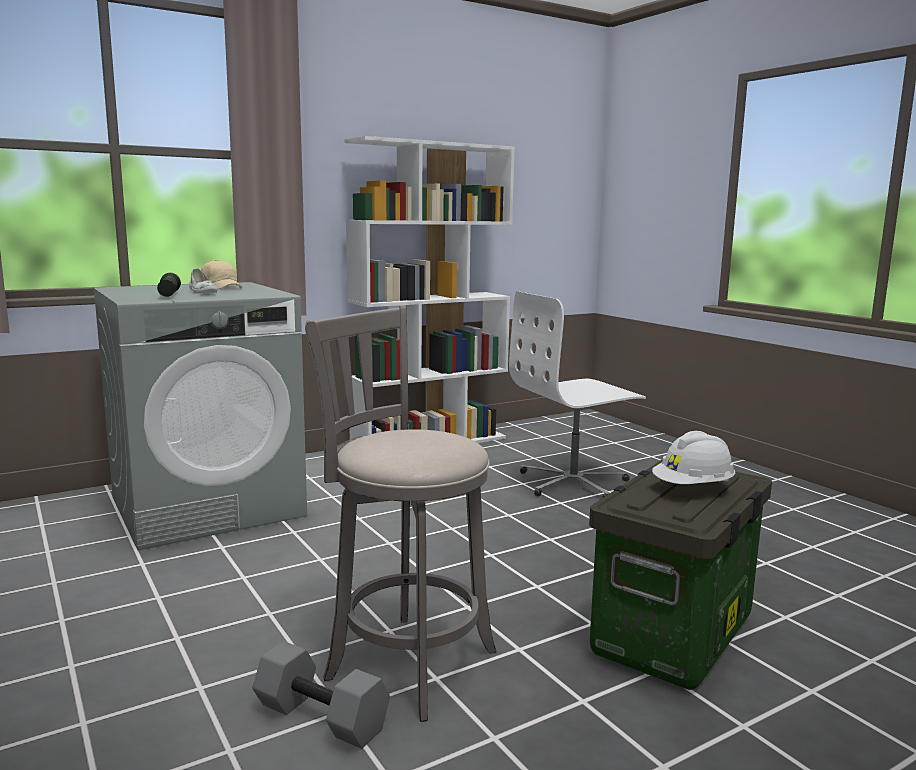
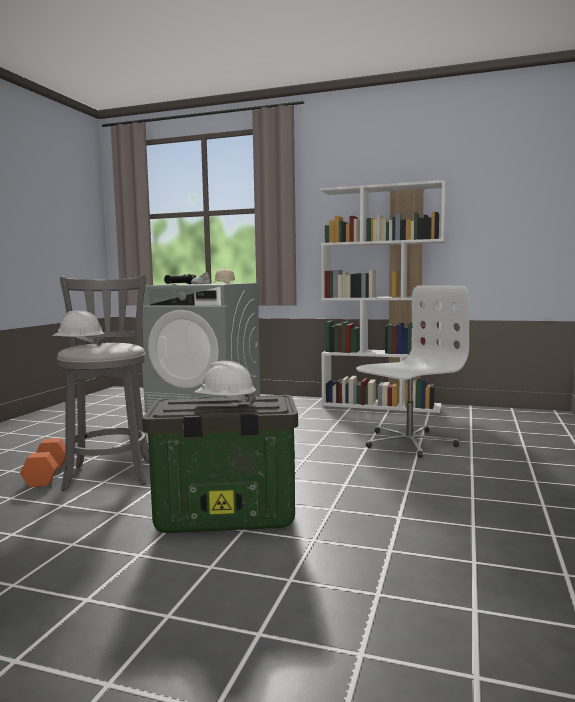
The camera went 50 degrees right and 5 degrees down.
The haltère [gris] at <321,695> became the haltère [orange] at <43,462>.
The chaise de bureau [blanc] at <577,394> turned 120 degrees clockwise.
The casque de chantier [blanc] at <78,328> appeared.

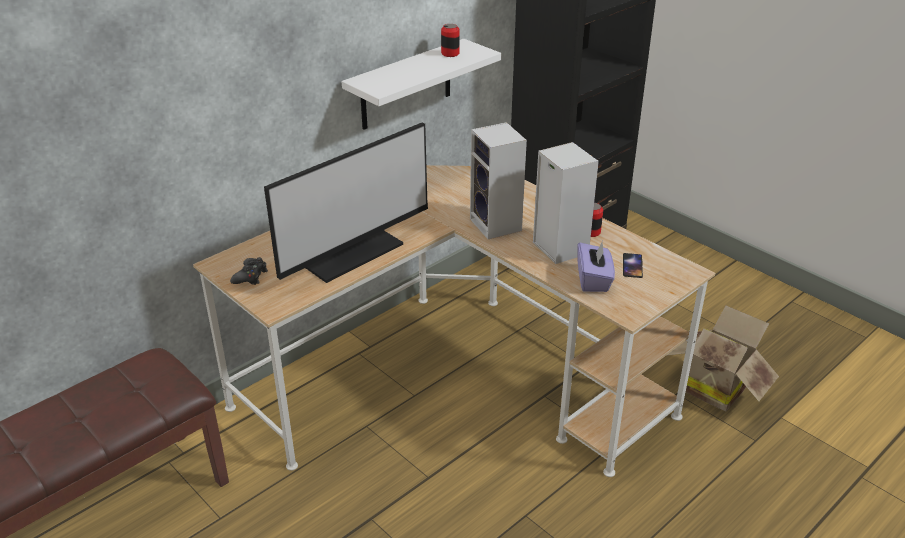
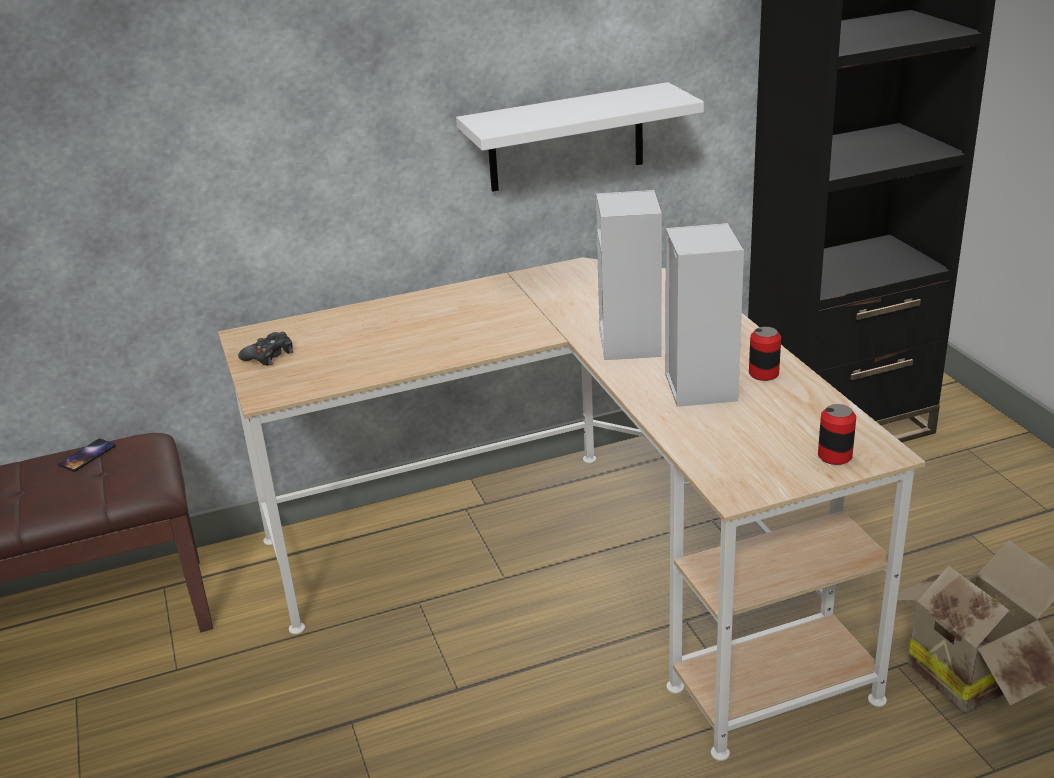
The camera went 25 degrees right and 5 degrees down.
The écran d'ordinateur at <346,202> disappeared.
The boîte métallique moved from <450,40> to <837,434>.
The boîte à mouchoirs [violet] at <596,266> disappeared.
The téléphone moved from <633,265> to <87,455>.

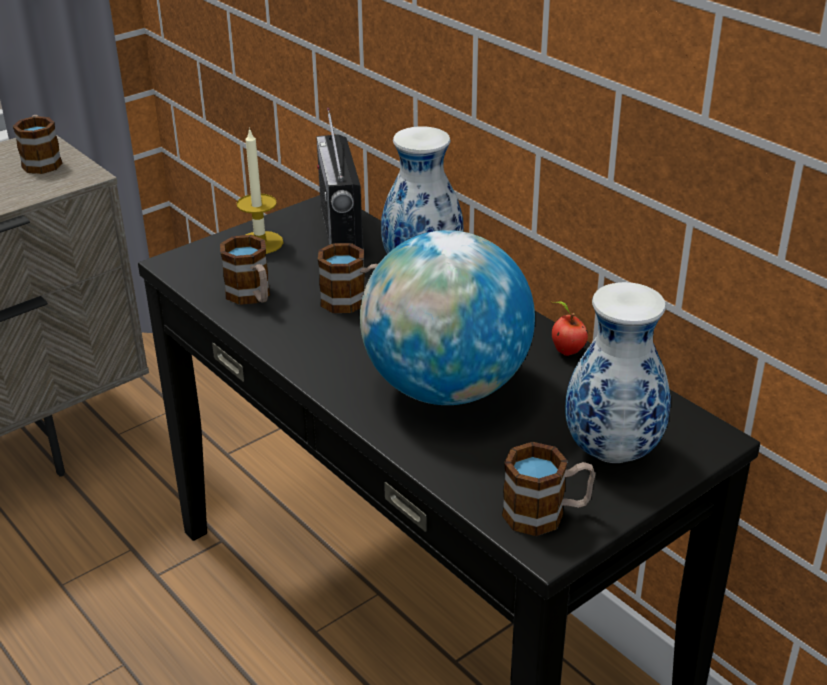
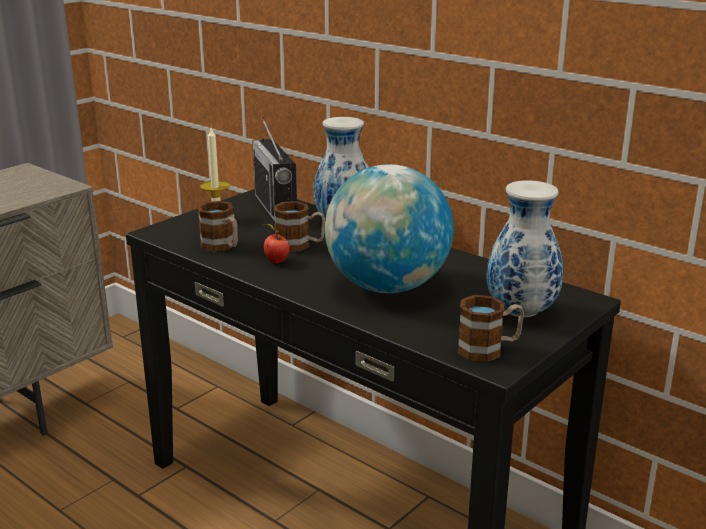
The camera went 10 degrees left and 10 degrees down.
The mug at <37,144> disappeared.
The pomme moved from <570,329> to <275,244>.

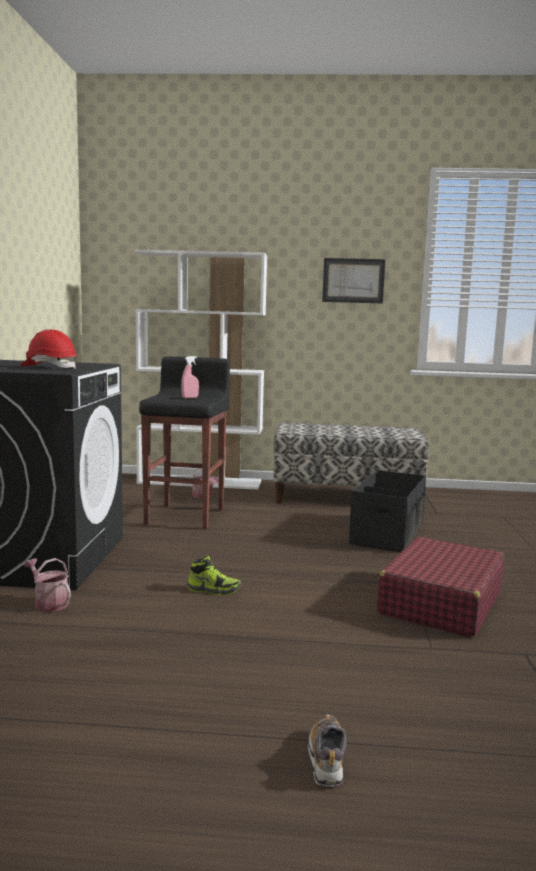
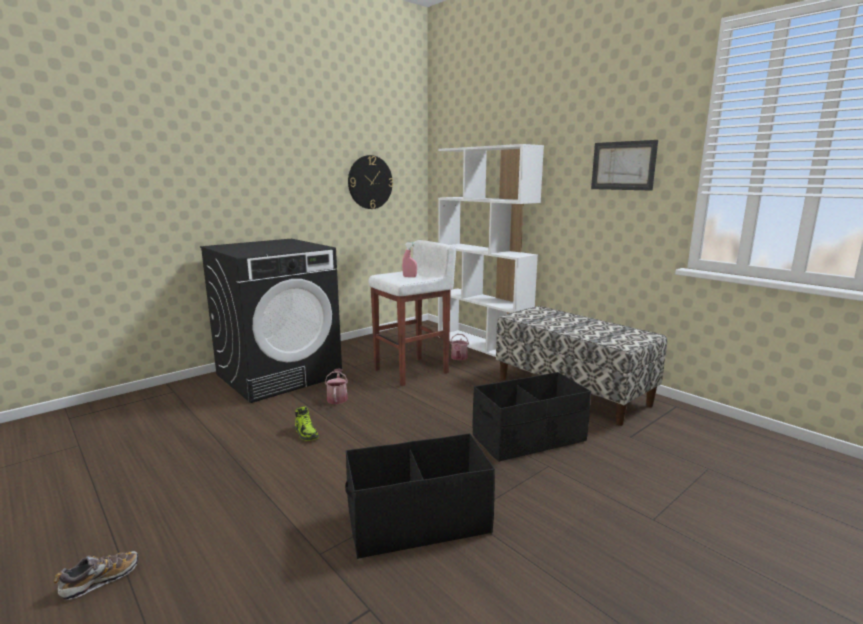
The camera went 45 degrees right and 5 degrees up.
The casque de chantier [rouge] at <49,349> disappeared.
The arrosoir moved from <47,585> to <336,386>.
The tabouret [noir] at <184,443> became the tabouret [blanc] at <412,313>.
The valise [rouge] at <440,587> was replaced by the boîte de rangement [noir] at <420,496>.
The horloge murale at <370,182> appeared.

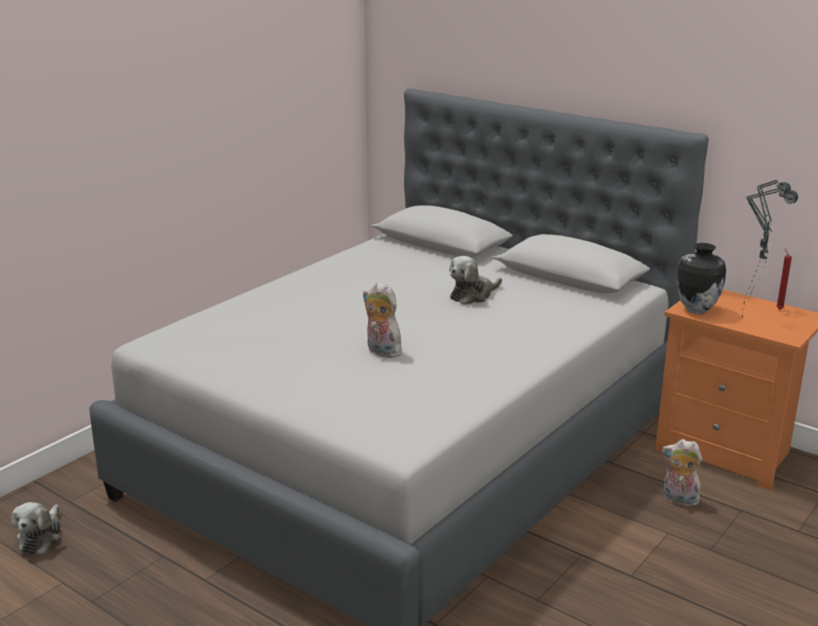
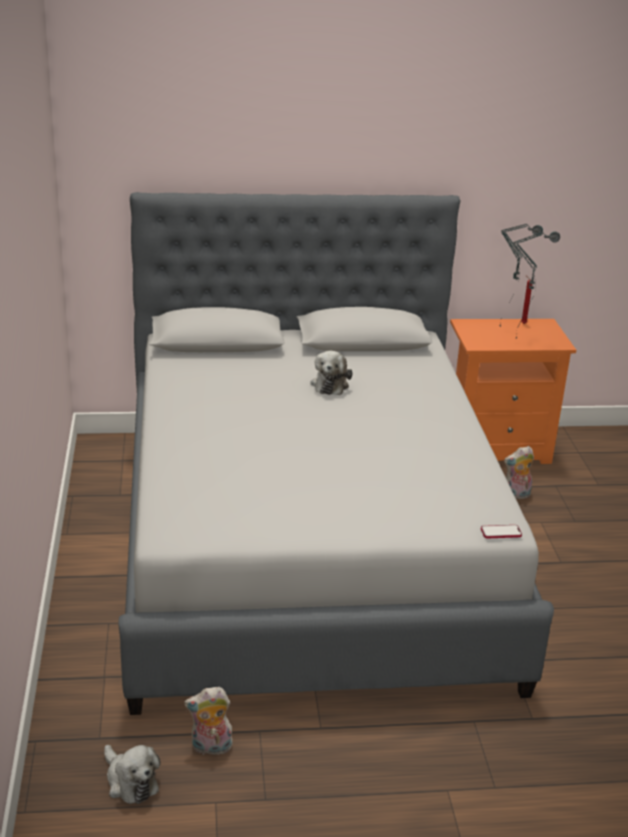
The camera went 45 degrees left and 5 degrees up.
The peluche moved from <383,320> to <208,721>.
The vase at <701,278> disappeared.
The téléphone at <501,532> appeared.

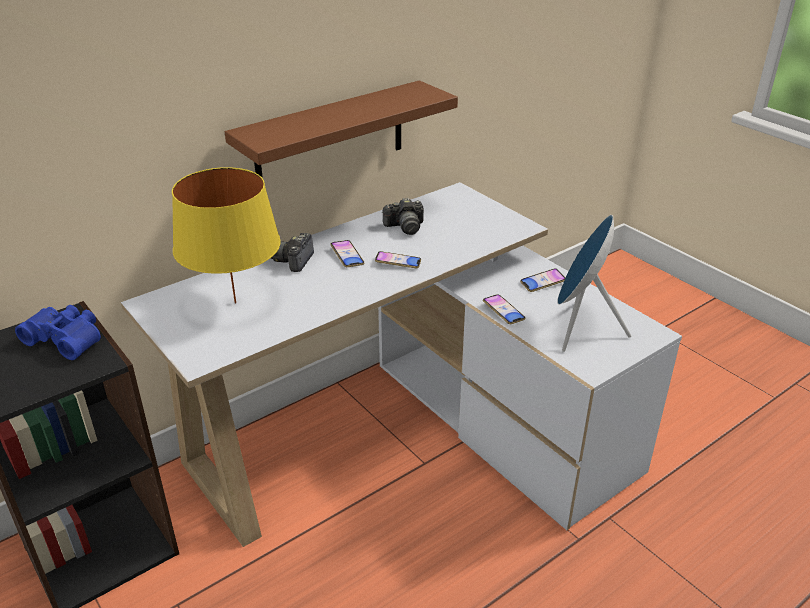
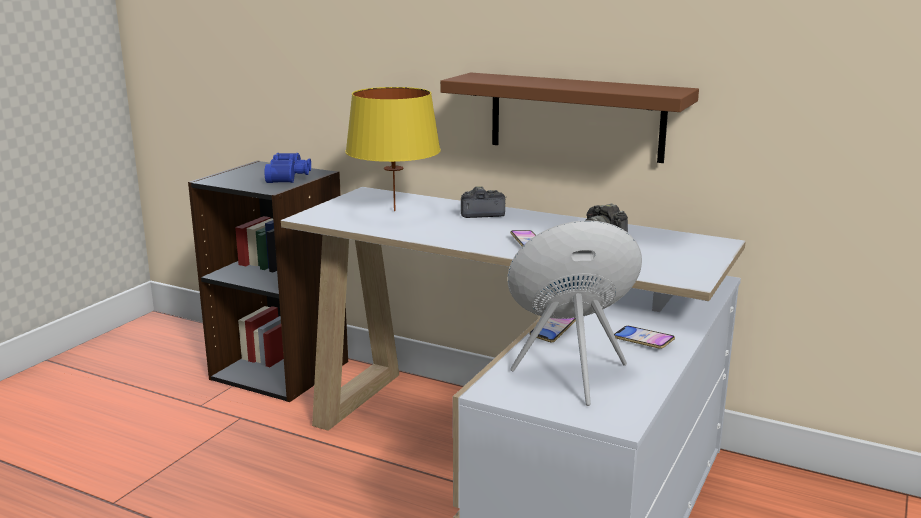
The camera went 65 degrees right and 15 degrees down.
The téléphone at <347,253> disappeared.

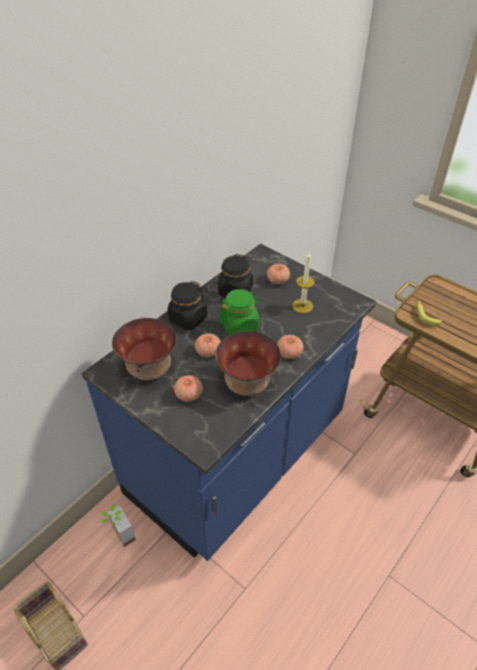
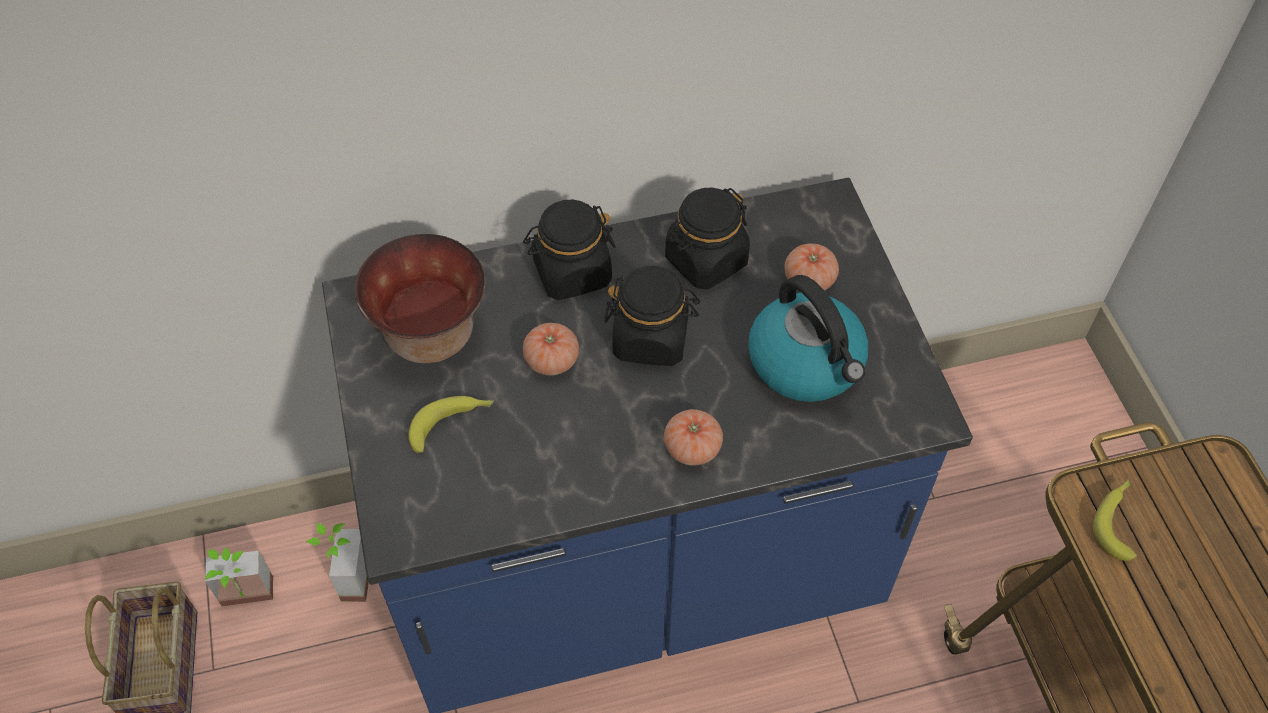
The camera went 35 degrees right and 10 degrees up.
The tomate at <188,388> was replaced by the banane at <451,424>.
The bol at <248,363> disappeared.
The bocal [vert] at <240,312> became the bocal [noir] at <652,316>.
The bougie at <303,282> was replaced by the bouilloire at <808,338>.
The plante en pot at <239,576> appeared.

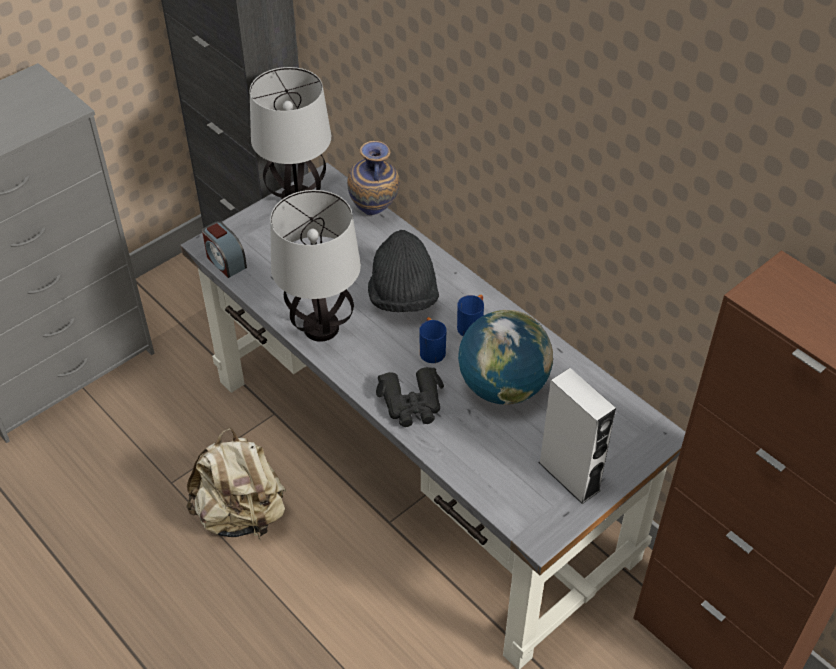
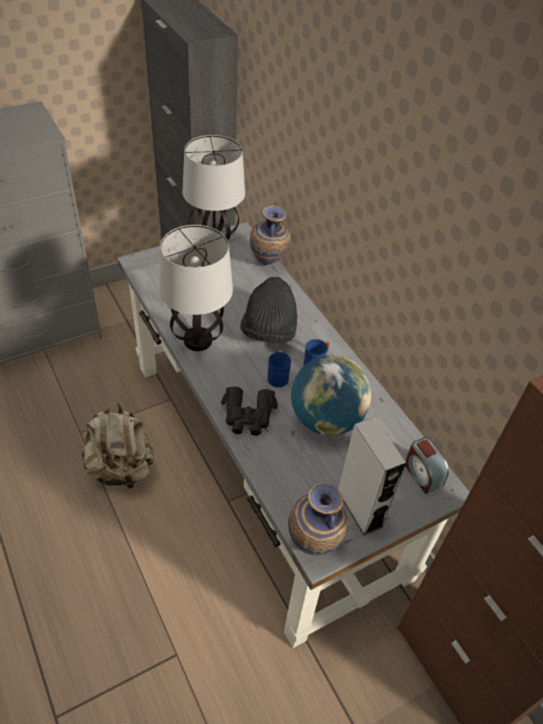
The camera went 10 degrees right and 0 degrees up.
The réveil moved from <224,249> to <427,465>.
The vase at <318,519> appeared.

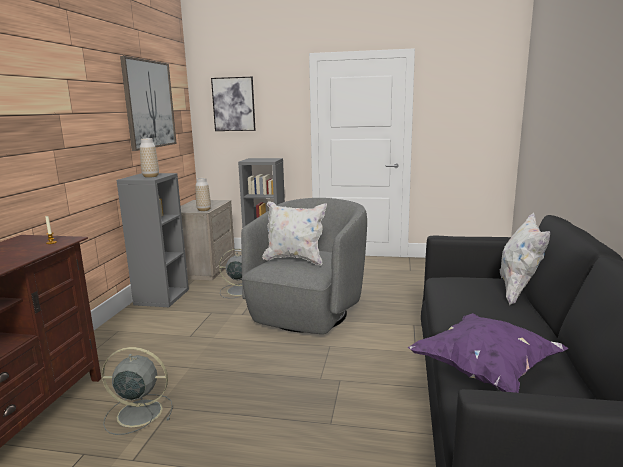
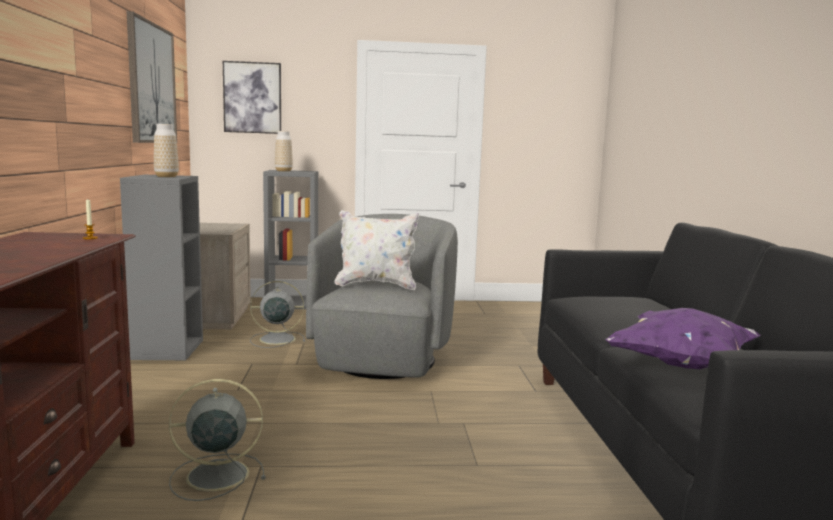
The camera went 15 degrees left and 5 degrees down.
The vase moved from <203,194> to <284,151>.
The coussin [blanc] at <525,259> disappeared.

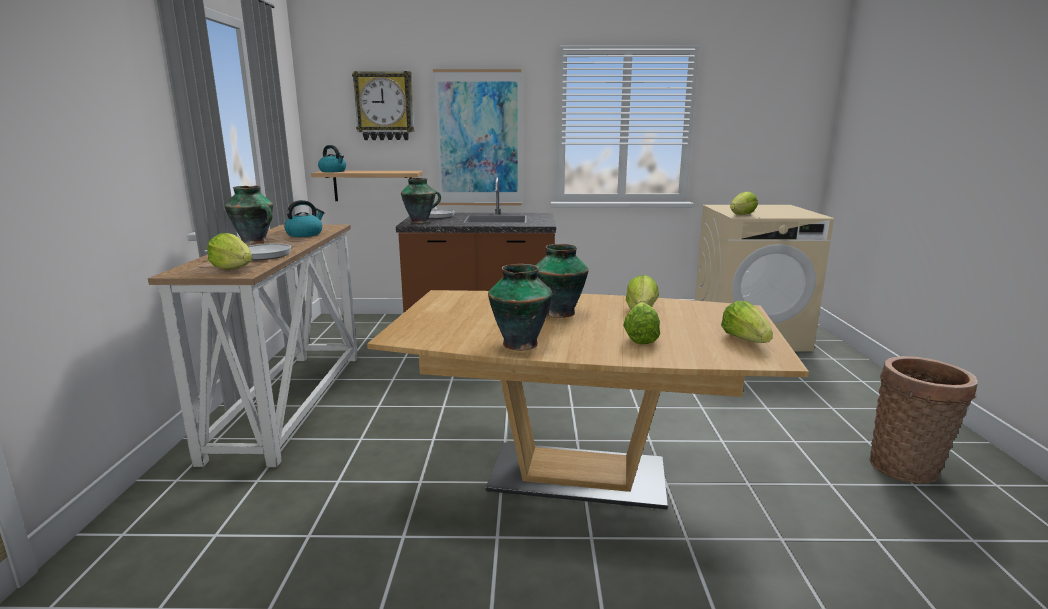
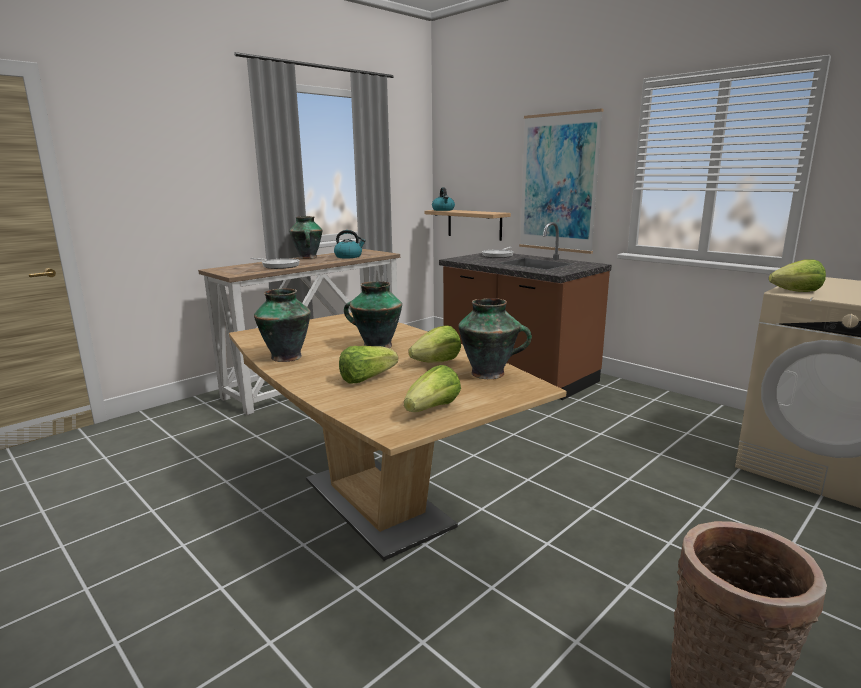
The camera went 45 degrees right and 0 degrees up.
The laitue at <229,251> disappeared.
The horloge murale at <383,105> disappeared.
The vase moved from <421,200> to <495,338>.

